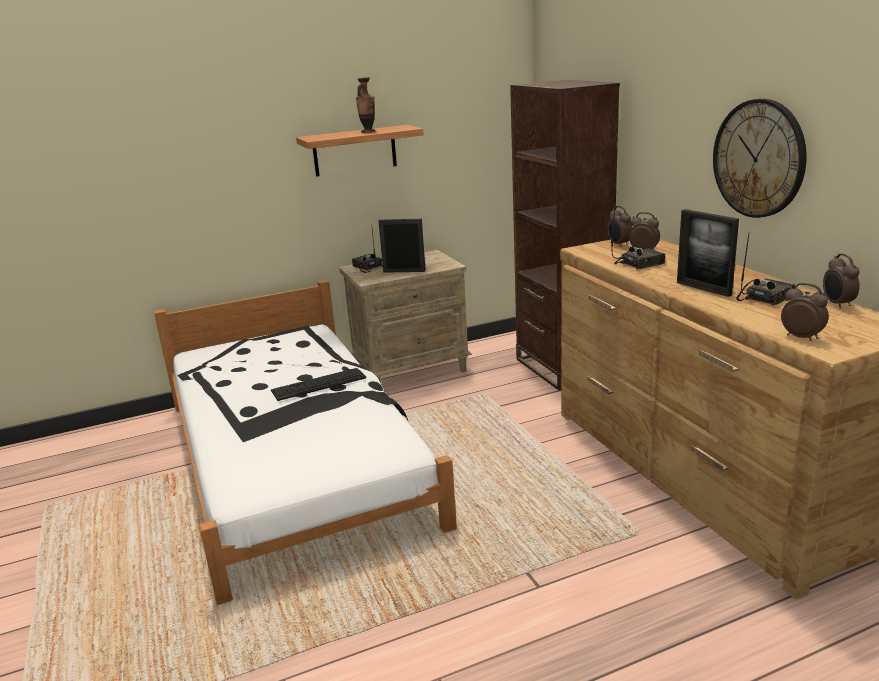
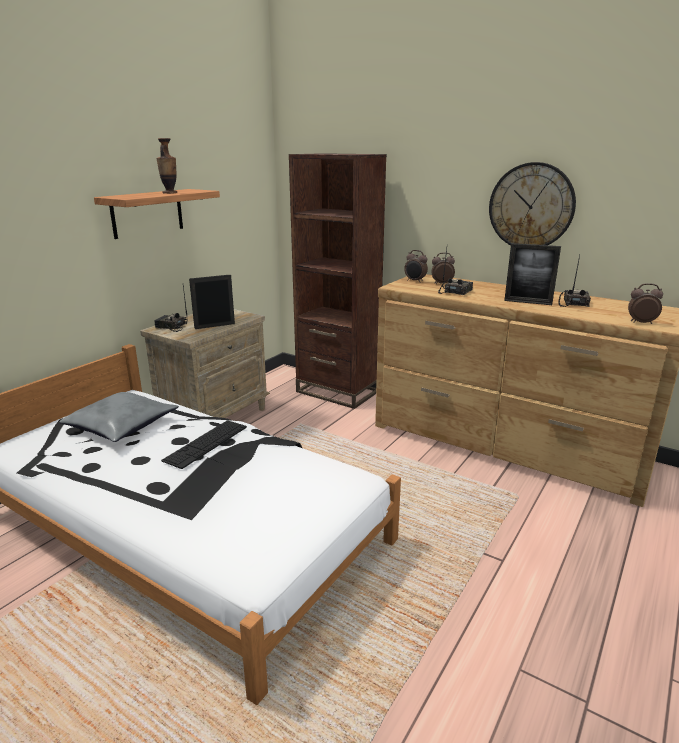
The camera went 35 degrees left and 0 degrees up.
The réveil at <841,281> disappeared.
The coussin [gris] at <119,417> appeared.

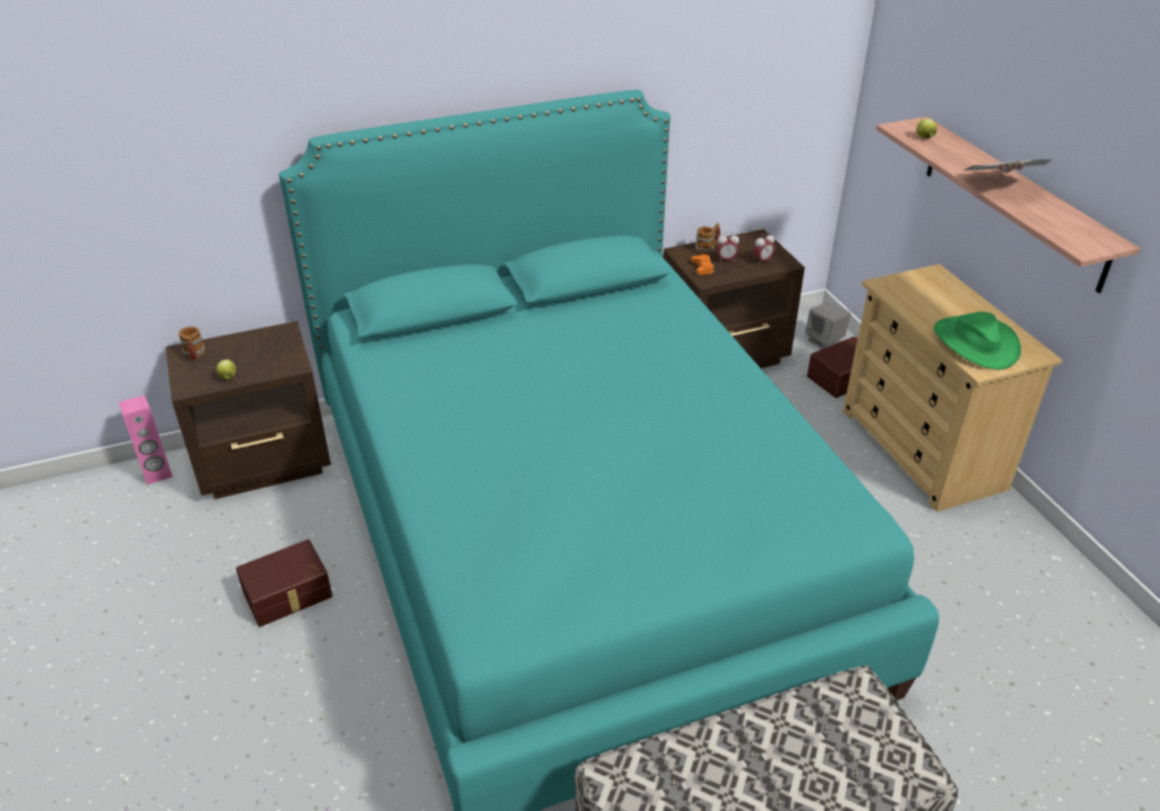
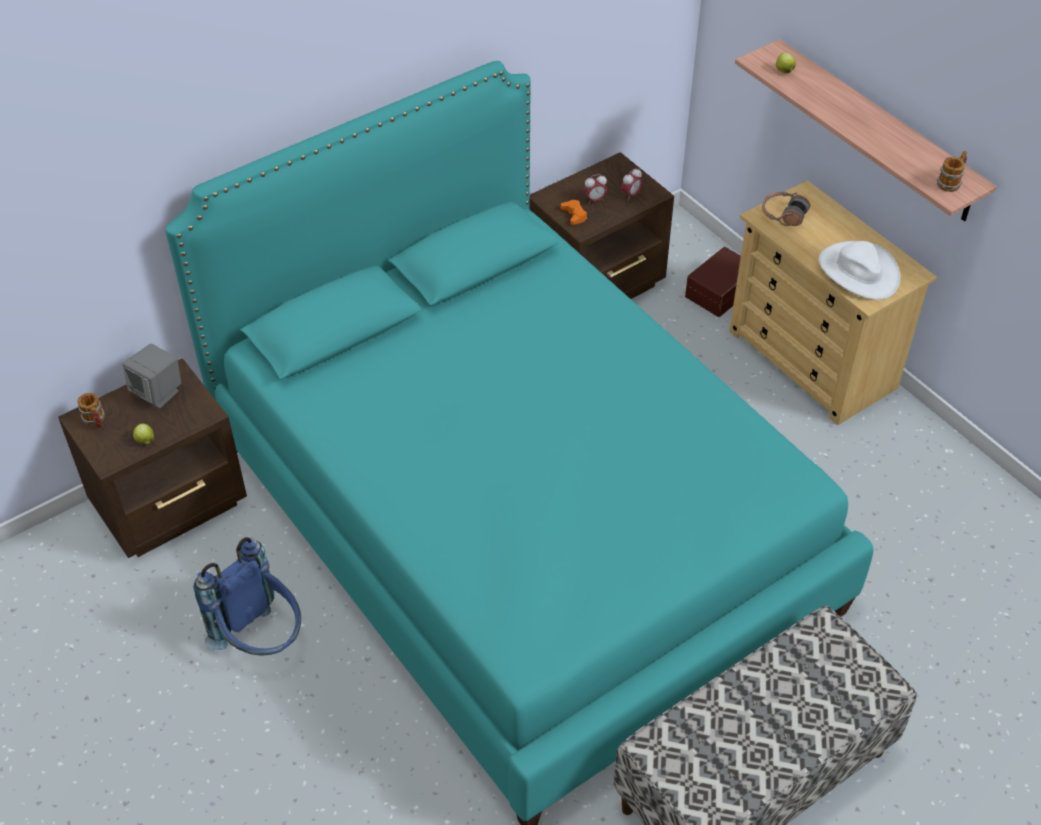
The camera went 15 degrees left and 10 degrees up.
The enceinte [rose] at <146,440> disappeared.
The boîte de rangement [marron] at <284,583> was replaced by the sac à dos [bleu] at <247,596>.
The mug moved from <708,238> to <952,171>.
The enceinte [gris] moved from <828,325> to <152,376>.
The chapeau [vert] at <977,341> became the chapeau [blanc] at <859,270>.
The journal at <1008,166> disappeared.
The casque audio at <786,208> appeared.

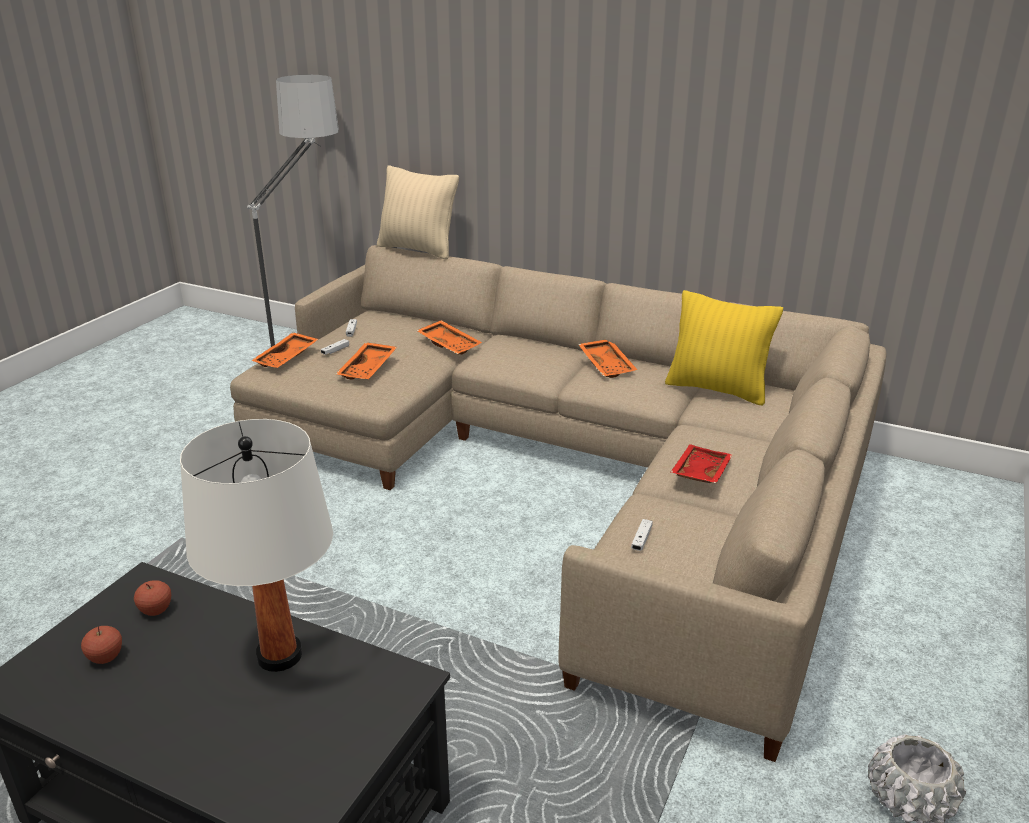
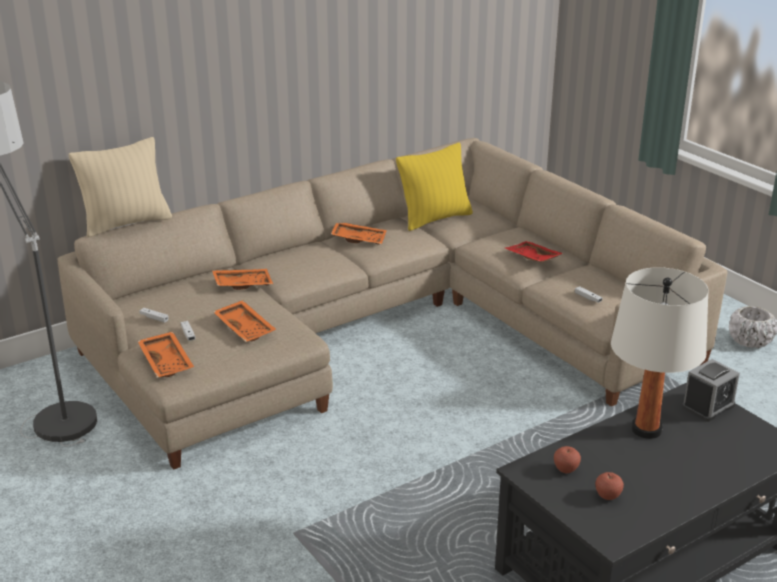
The camera went 60 degrees left and 0 degrees up.
The réveil at <711,390> appeared.

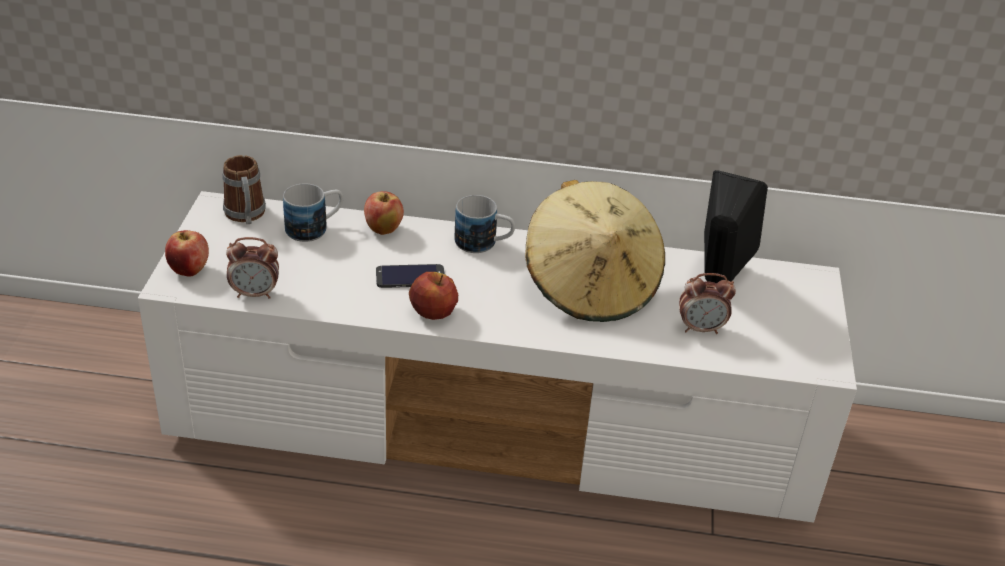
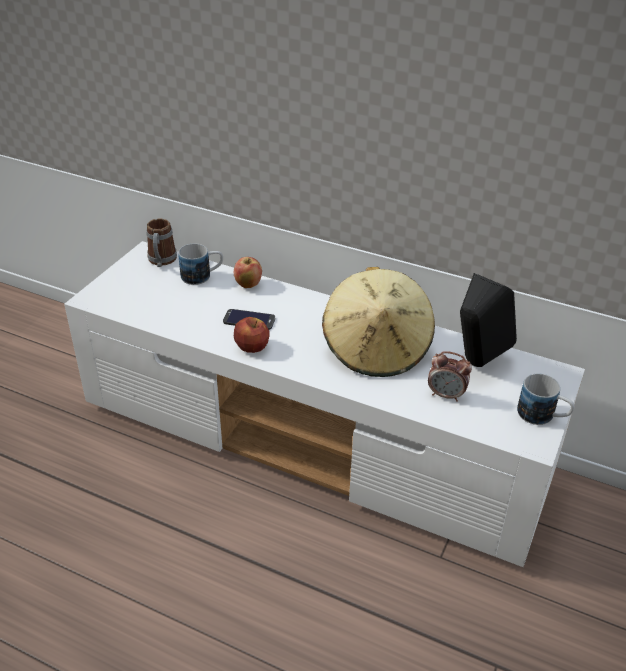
The camera went 20 degrees right and 0 degrees up.
The pomme at <187,253> disappeared.
The réveil at <252,268> disappeared.
The mug moved from <484,224> to <545,399>.

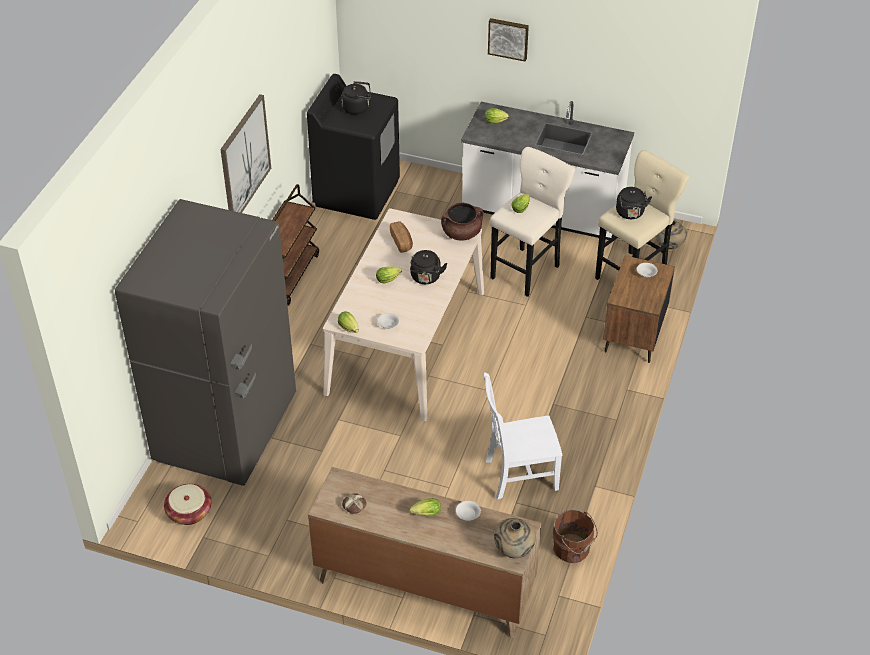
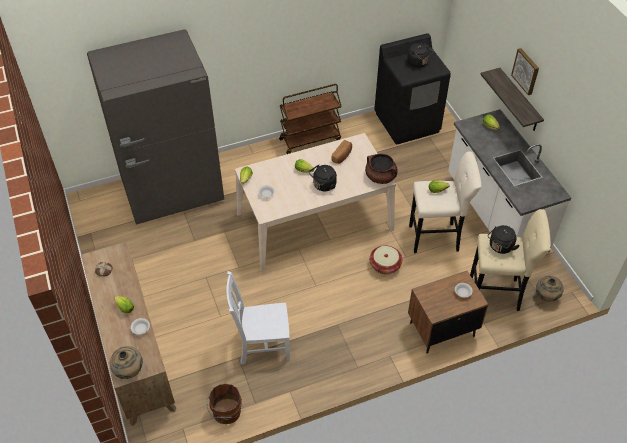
The camera went 50 degrees right and 5 degrees up.
The panier moved from <187,504> to <385,260>.
The tableau at <245,153> disappeared.
The chaise [blanc] at <523,436> turned 45 degrees counterclockwise.
The étagère at <512,99> appeared.

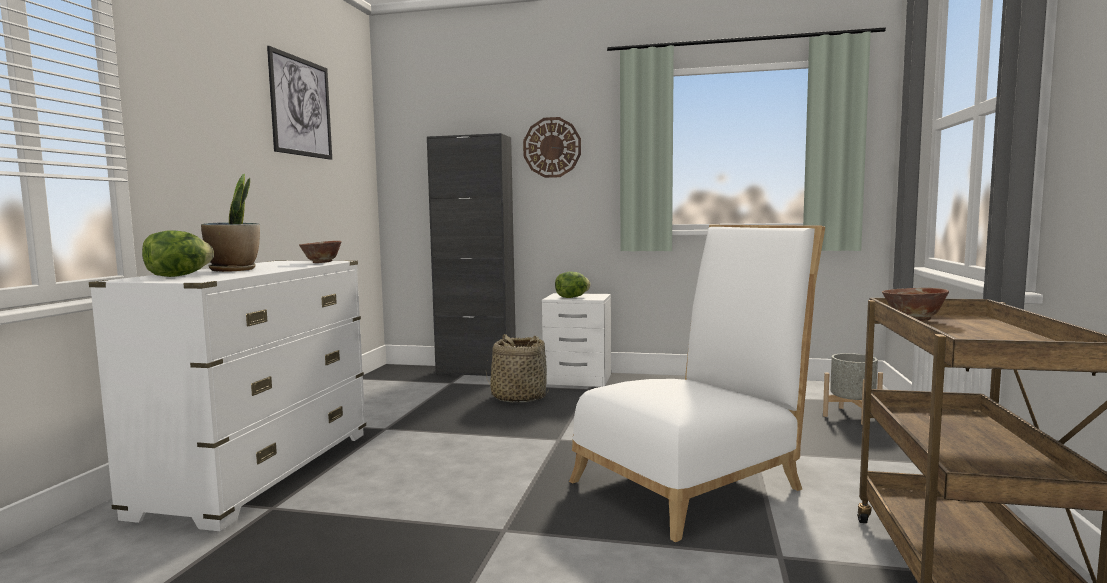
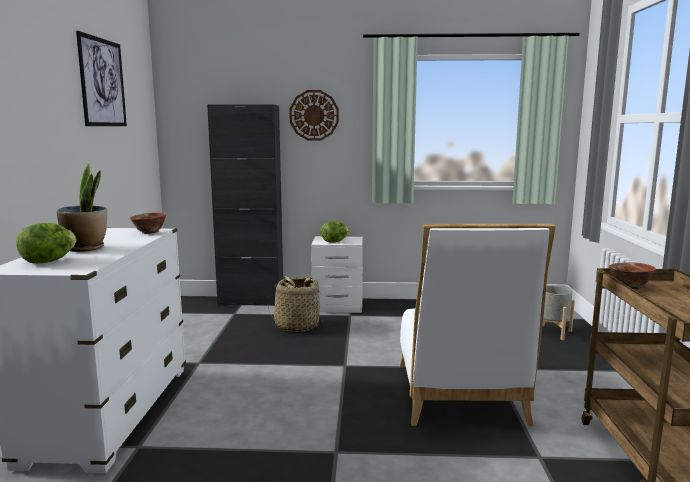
The camera went 10 degrees left and 5 degrees up.
The chaise [blanc] at <697,383> turned 135 degrees clockwise.

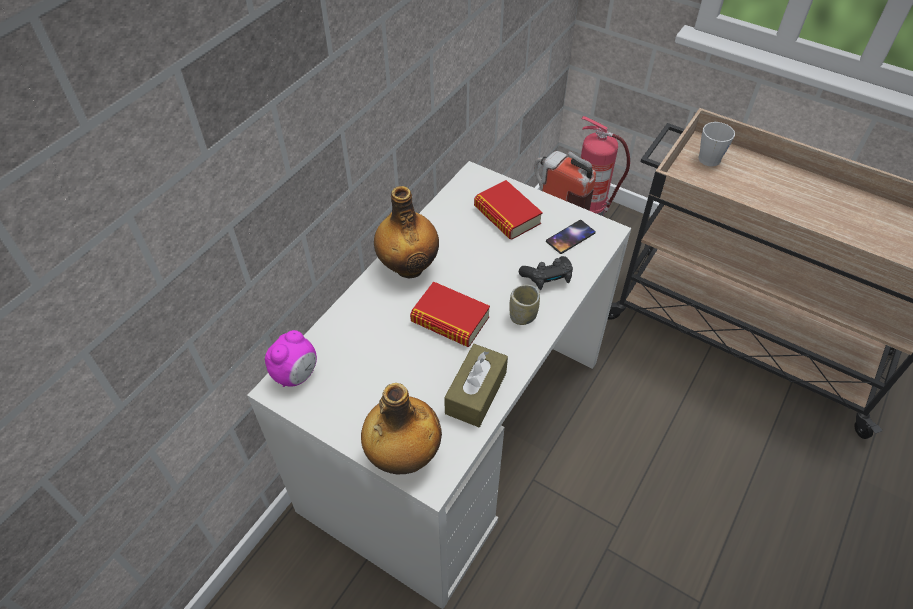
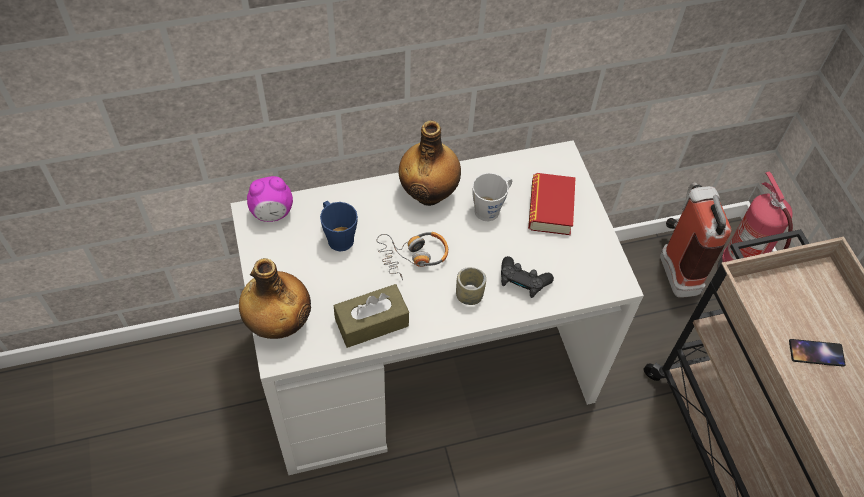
The camera went 40 degrees right and 5 degrees up.
The livre at <450,314> was replaced by the casque audio at <412,256>.
The téléphone moved from <571,237> to <817,353>.
The mug [gris] moved from <717,144> to <492,197>.
The mug [bleu] at <339,226> appeared.

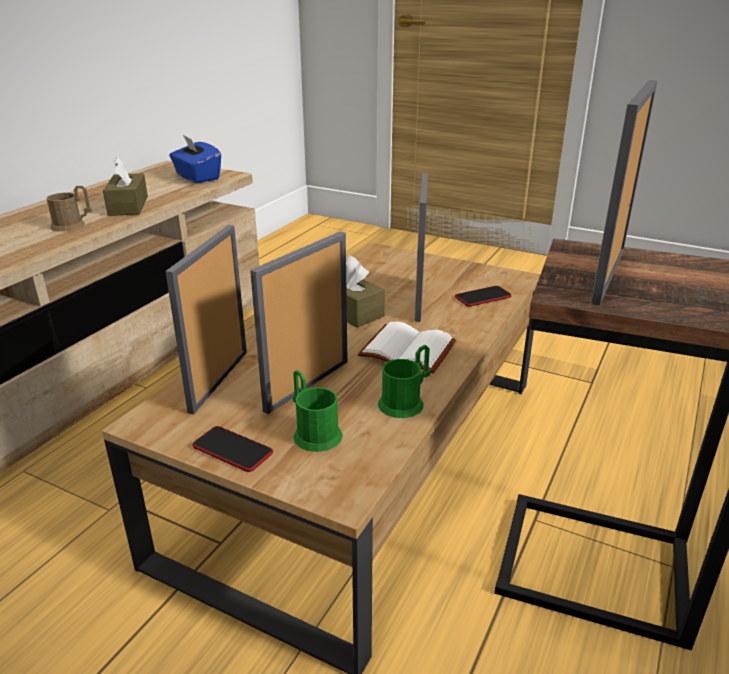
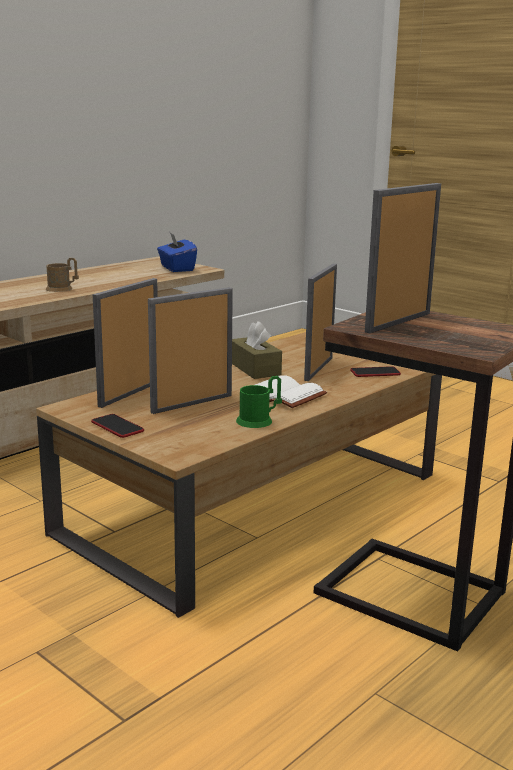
The camera went 15 degrees right and 10 degrees down.
The boîte à mouchoirs [marron] at <125,186> disappeared.
The mug [vert] at <318,411> disappeared.

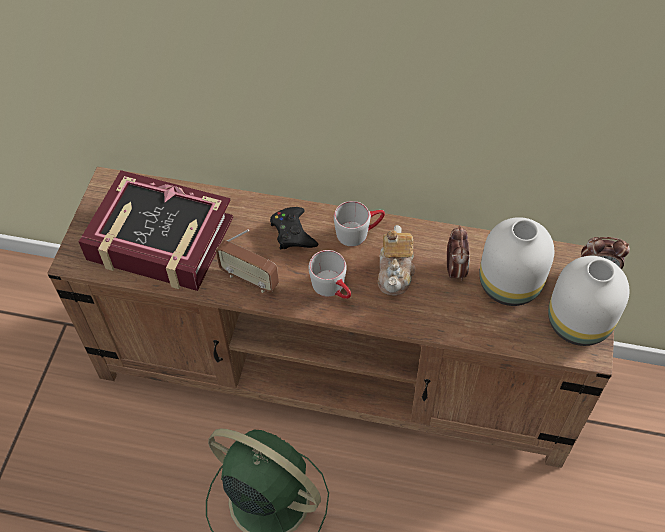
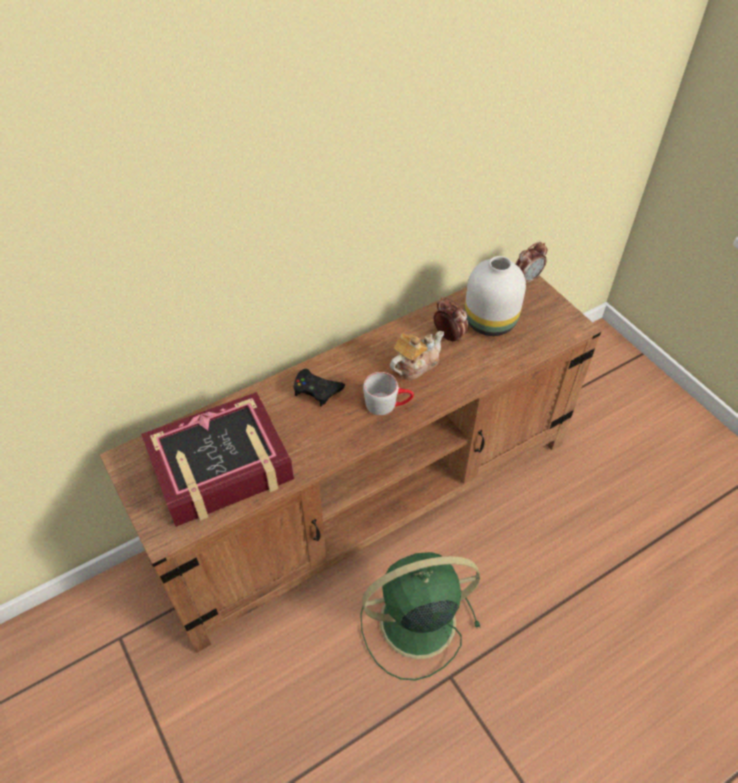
The camera went 45 degrees left and 5 degrees down.
The radio at <247,261> disappeared.
The mug [gris] at <359,223> disappeared.
The théière at <396,260> turned 90 degrees counterclockwise.
The vase [blanc] at <589,301> disappeared.

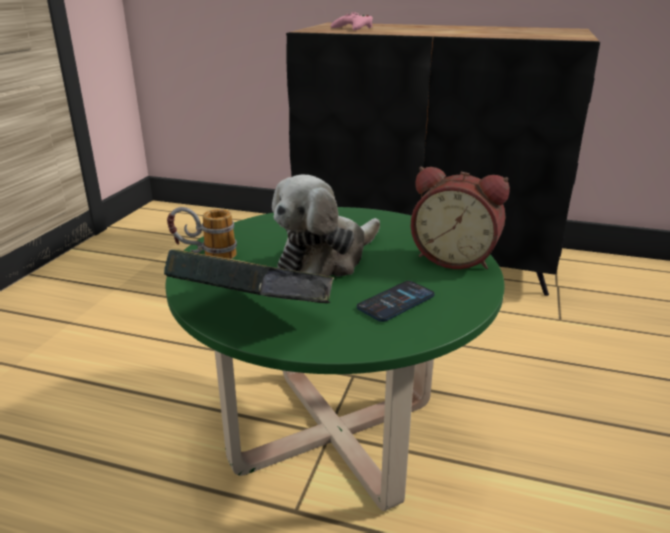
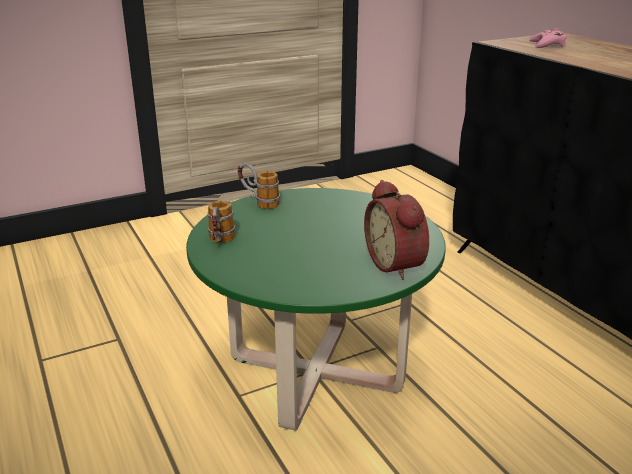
The camera went 45 degrees right and 0 degrees up.
The livre at <249,276> was replaced by the mug at <221,221>.
The peluche at <326,226> disappeared.
The téléphone at <396,301> disappeared.

